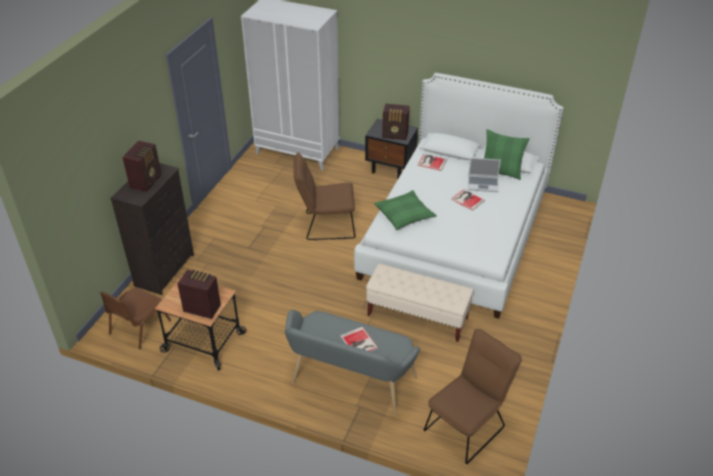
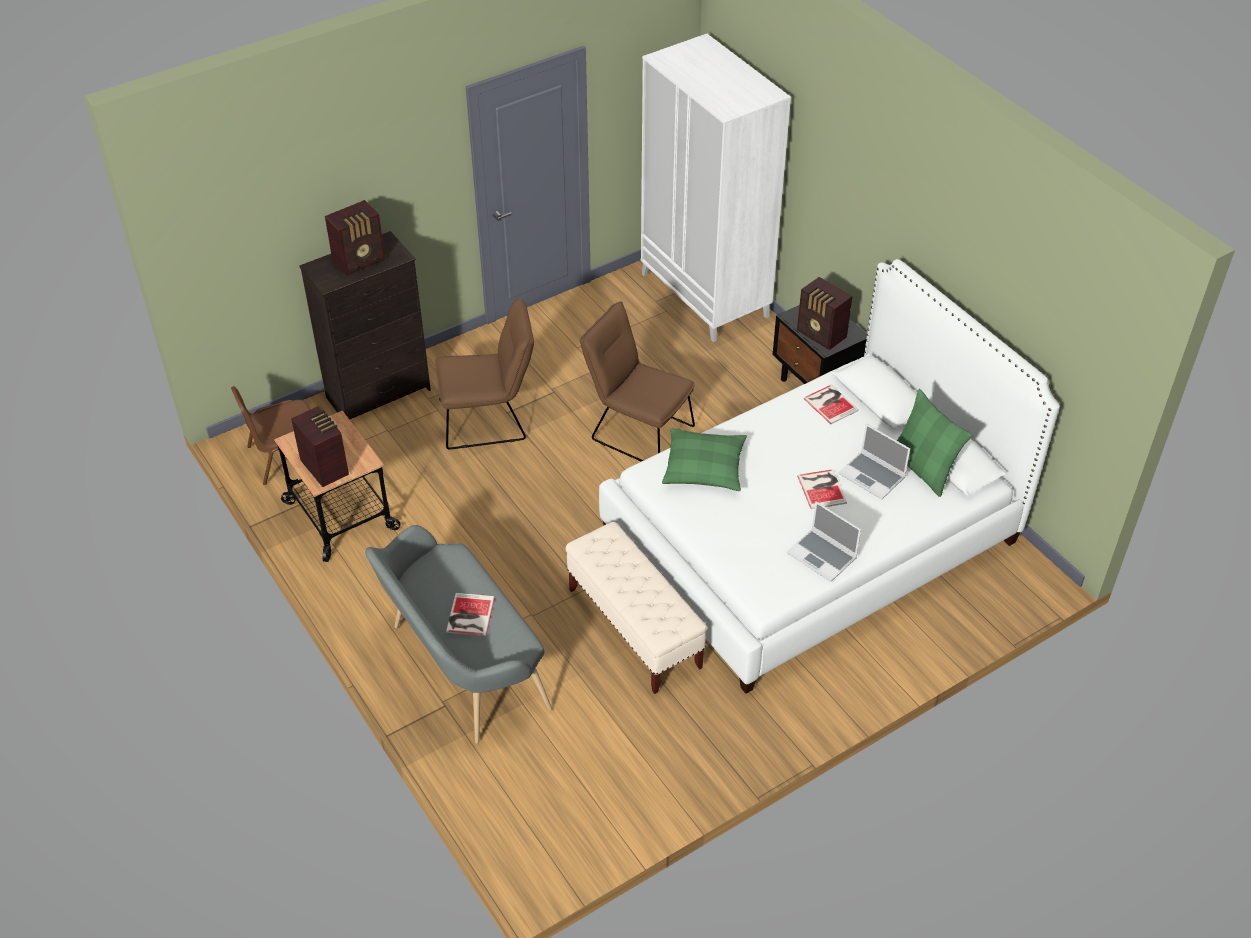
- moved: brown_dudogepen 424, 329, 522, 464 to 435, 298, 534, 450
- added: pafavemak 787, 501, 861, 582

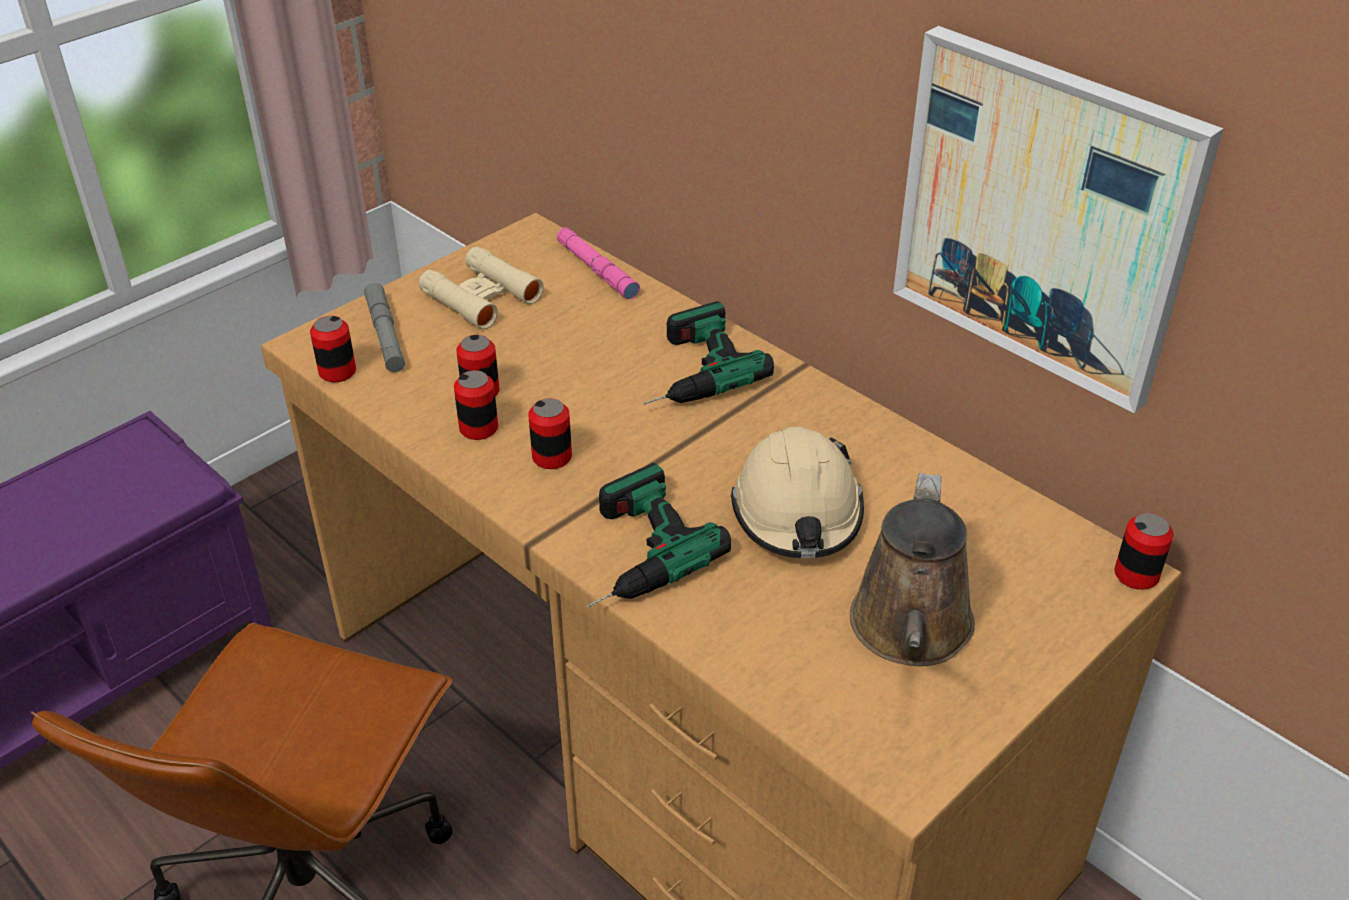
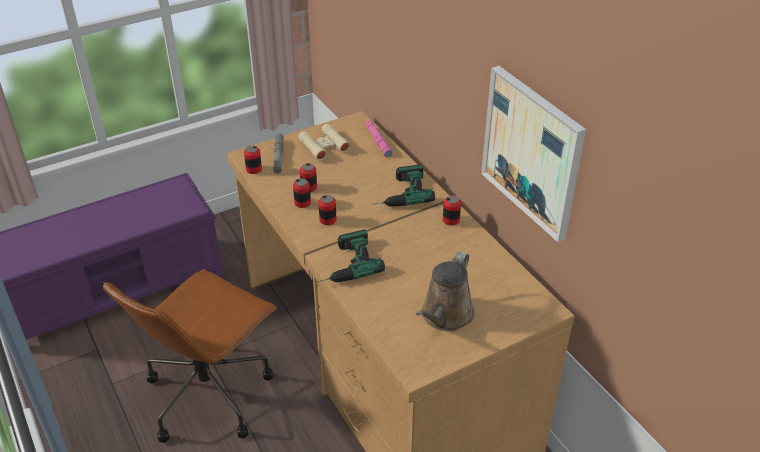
- removed: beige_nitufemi 731, 427, 864, 558
- moved: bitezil 1114, 513, 1173, 590 to 443, 195, 461, 226

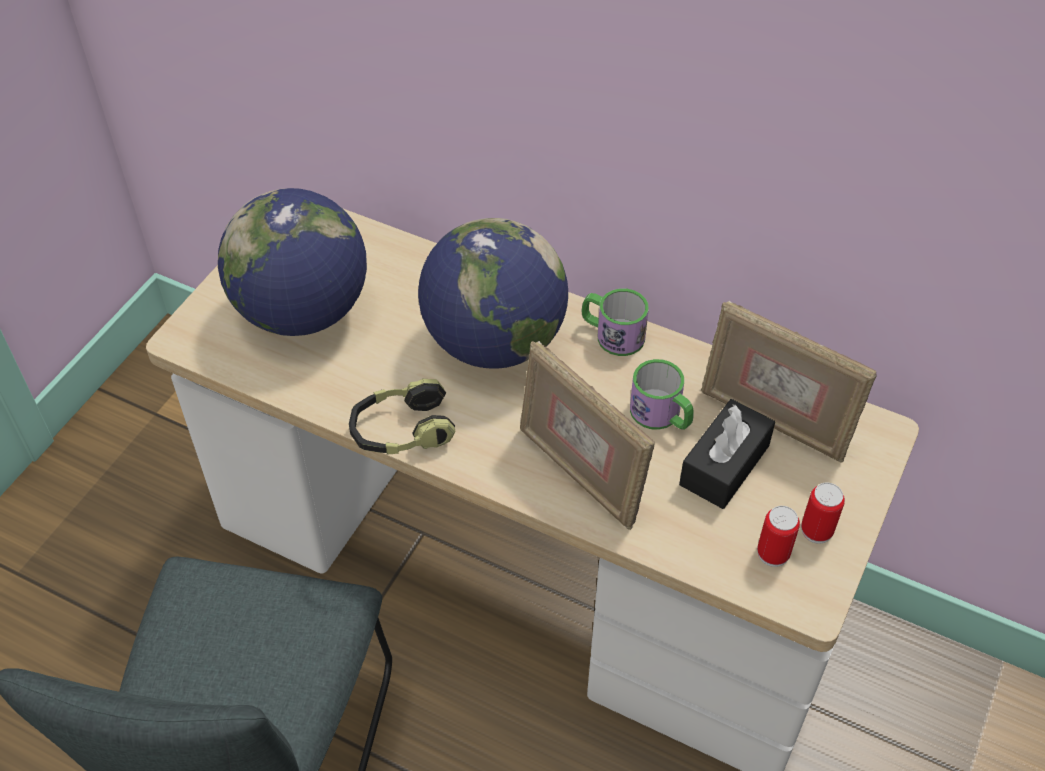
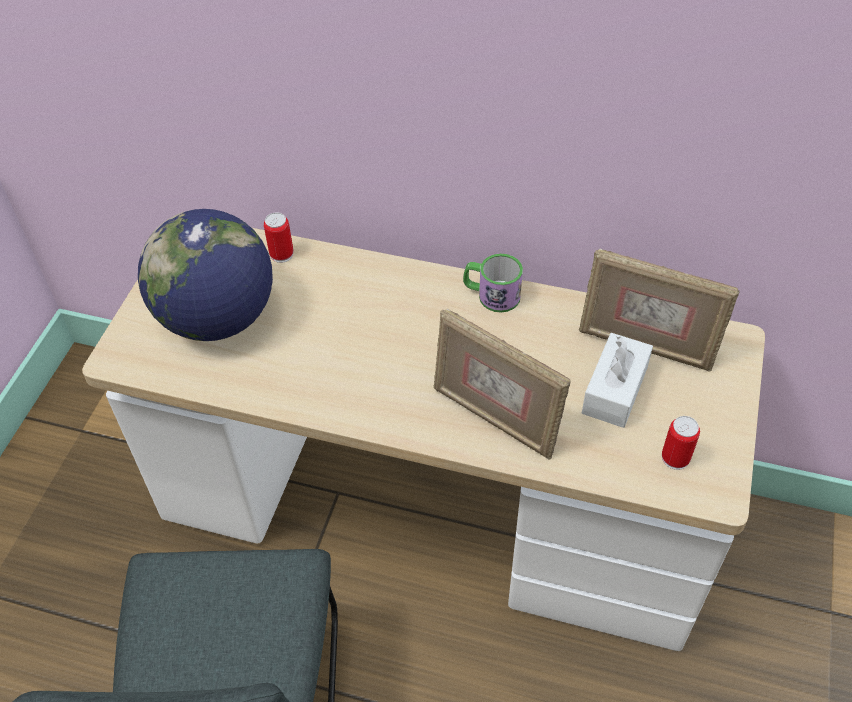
- removed: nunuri 418, 218, 568, 369
- removed: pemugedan 630, 359, 694, 430
- removed: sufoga 349, 379, 455, 455
- recoloured: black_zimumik 679, 399, 775, 509 to white_zimumik 582, 333, 653, 428
- moved: bitezil 801, 483, 845, 544 to 264, 212, 294, 263

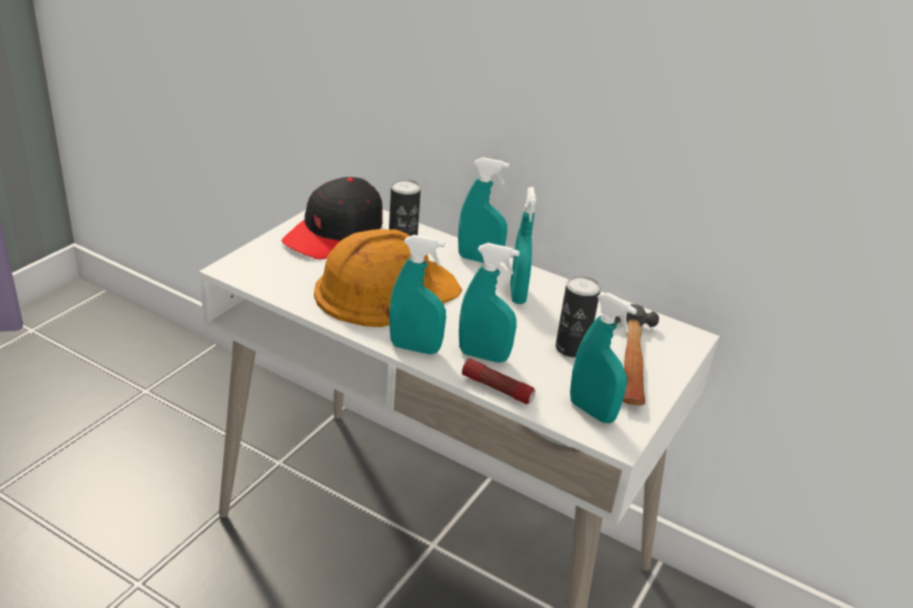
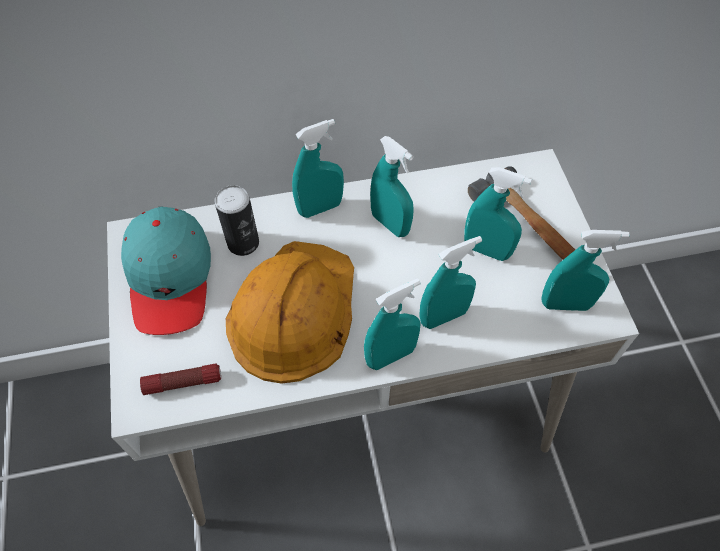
- recoloured: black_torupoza 282, 177, 383, 260 to turquoise_torupoza 121, 206, 211, 335
- replaced: bitezil 556, 276, 601, 357 to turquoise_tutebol 464, 167, 532, 261
- moved: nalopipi 462, 359, 535, 404 to 140, 364, 221, 395

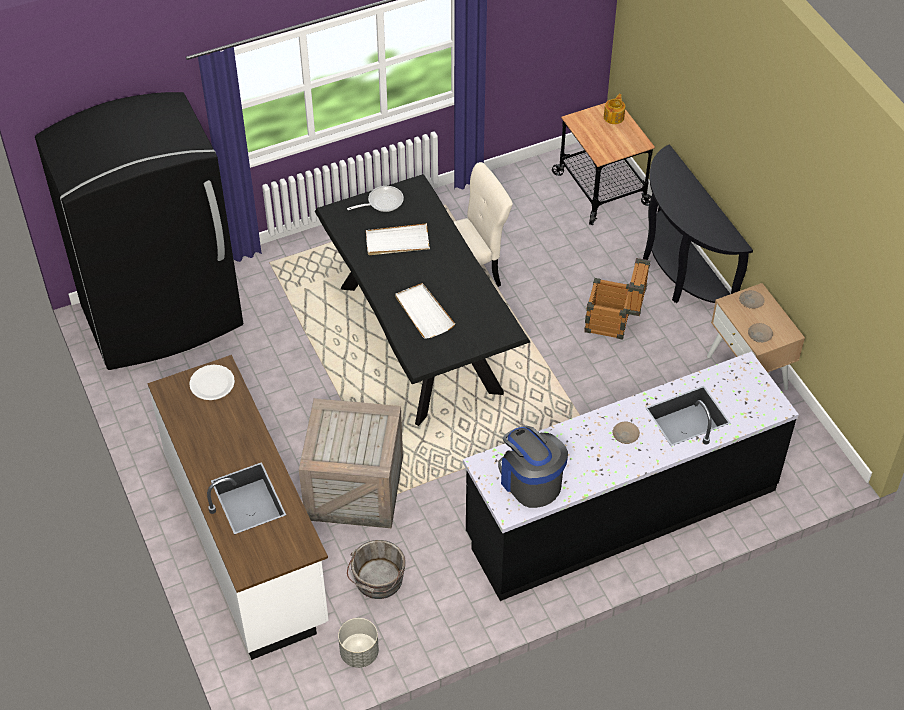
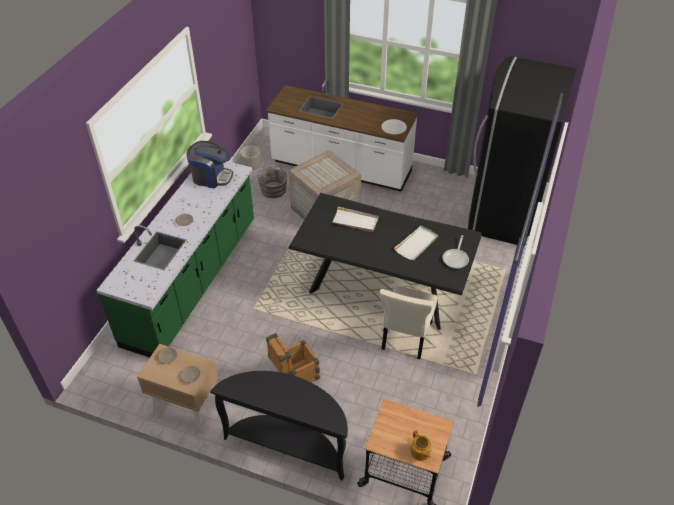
- recoloured: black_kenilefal 463, 351, 799, 601 to green_kenilefal 96, 161, 254, 357

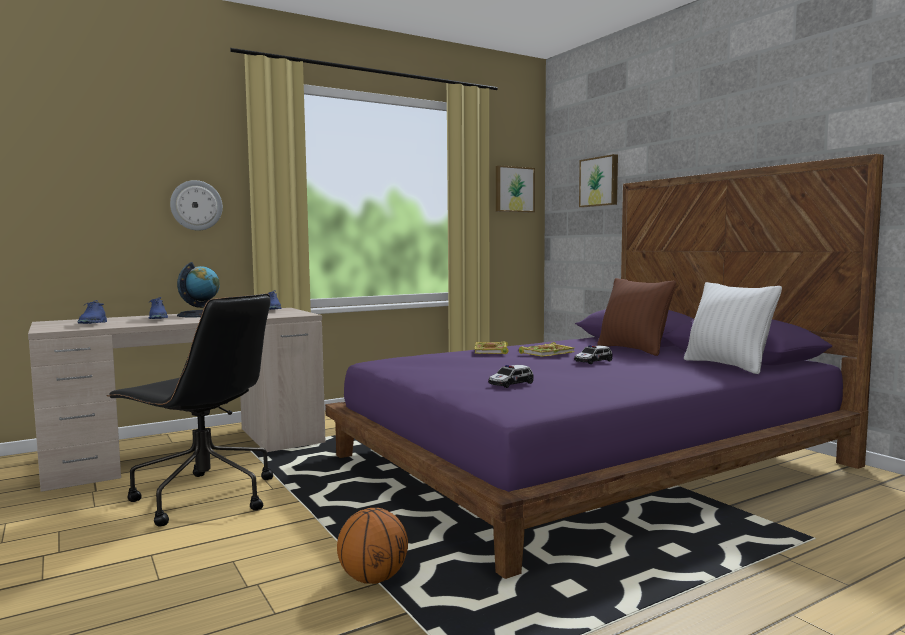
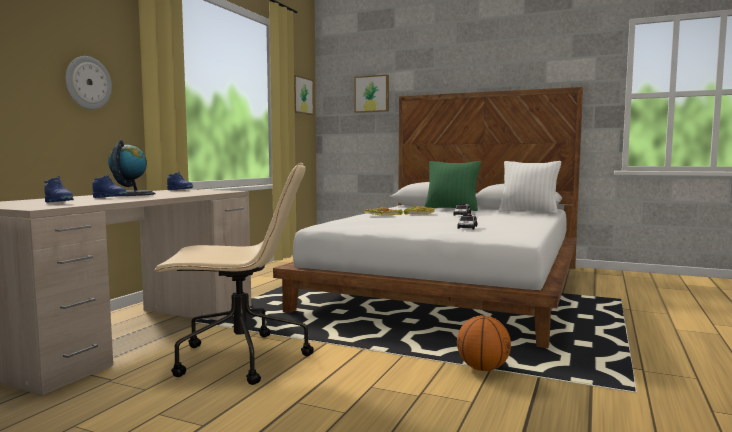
- recoloured: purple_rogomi 325, 154, 884, 579 to white_rogomi 273, 87, 583, 348
- recoloured: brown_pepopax 597, 278, 676, 356 to green_pepopax 425, 161, 481, 211
- recoloured: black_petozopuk 107, 294, 273, 526 to beige_petozopuk 153, 163, 314, 385

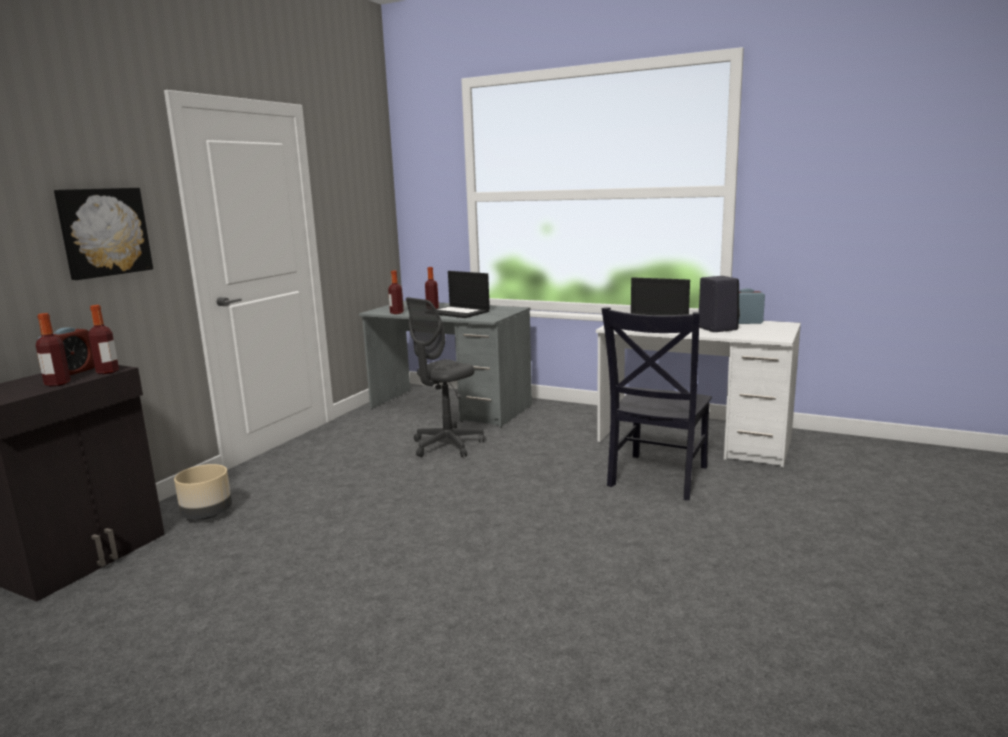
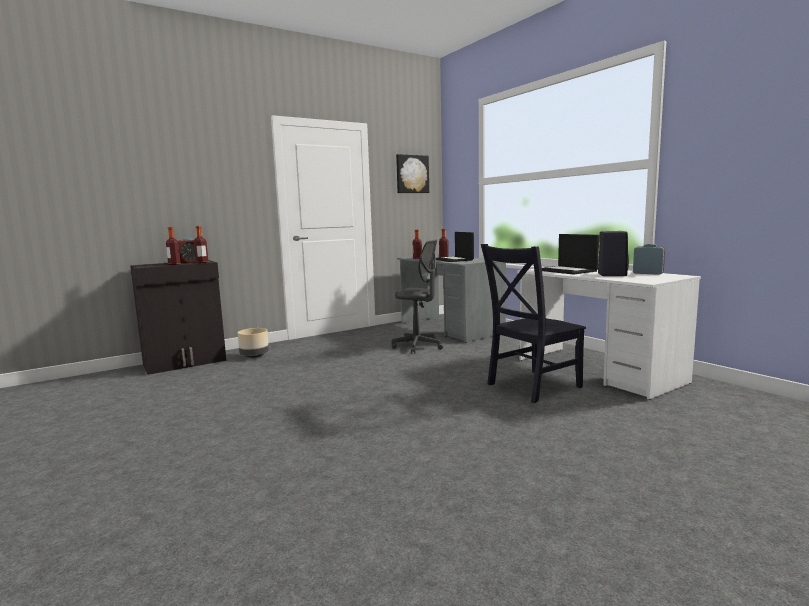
- moved: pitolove 54, 188, 153, 280 to 396, 154, 429, 193
- turned: grey_petozopuk 406, 297, 485, 457 = 392, 239, 443, 354 135 degrees counterclockwise

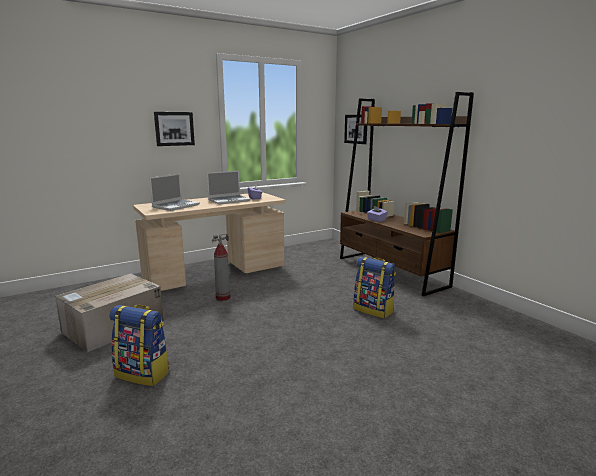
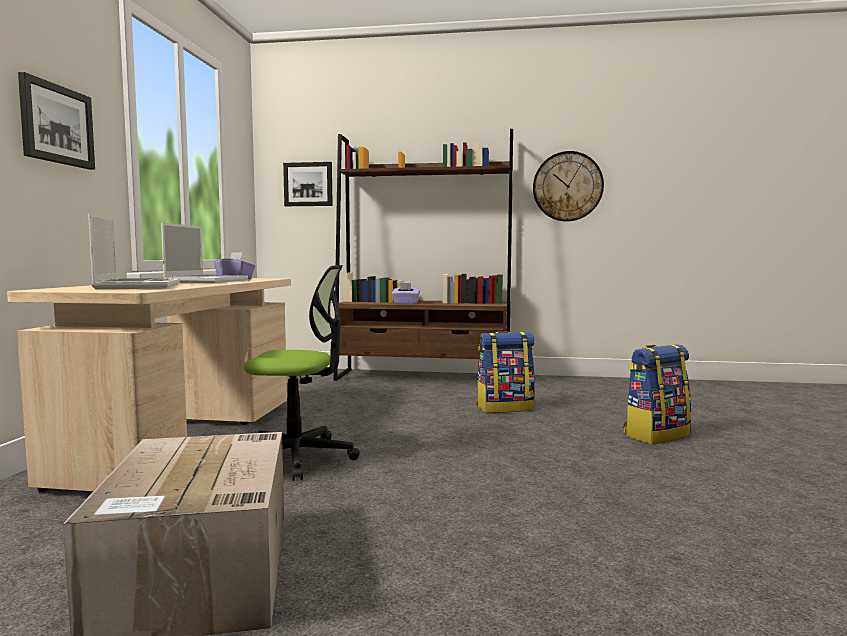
- replaced: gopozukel 212, 234, 231, 301 to petozopuk 244, 265, 360, 481
- moved: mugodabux 109, 305, 170, 386 to 624, 344, 692, 444
- added: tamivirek 533, 151, 604, 222

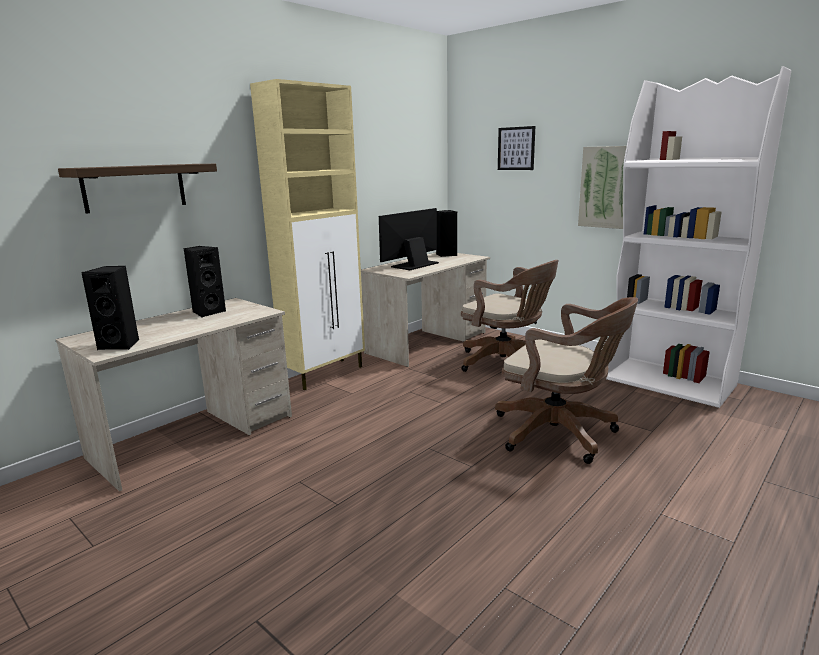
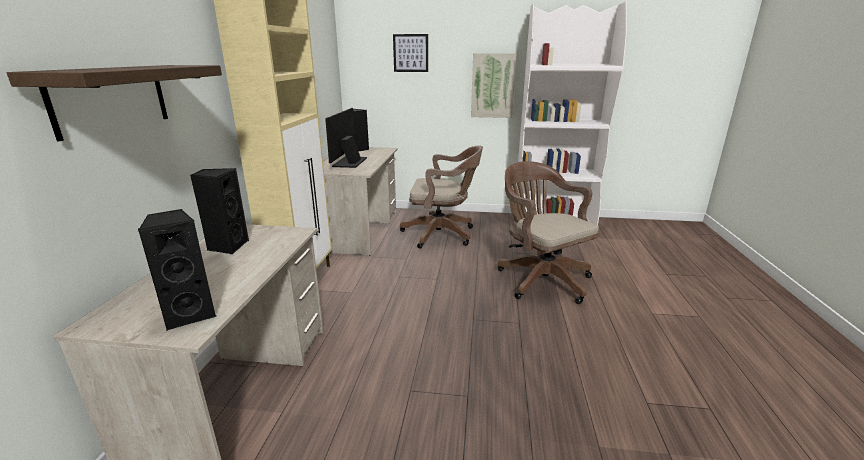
- turned: brown_petozopuk 495, 297, 638, 464 = 497, 161, 600, 304 120 degrees counterclockwise

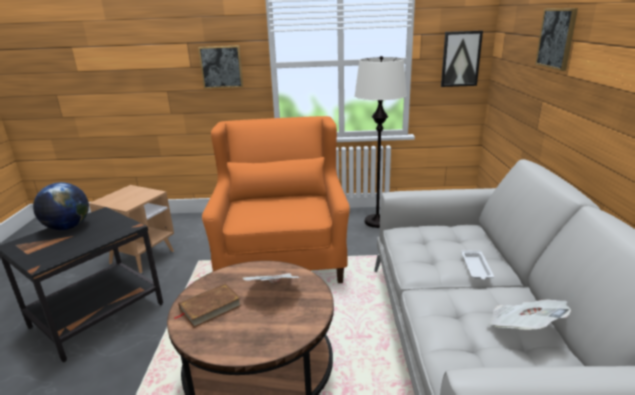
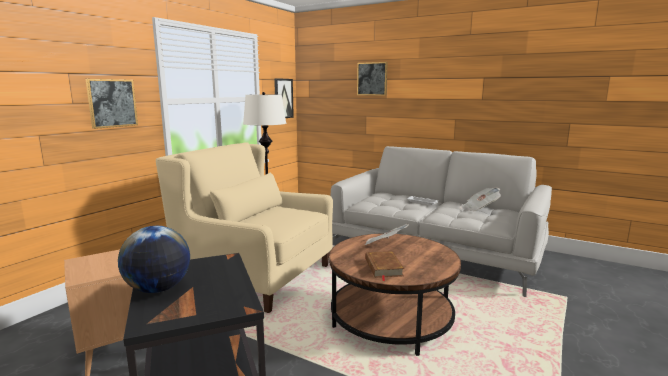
- recoloured: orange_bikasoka 202, 116, 350, 283 to beige_bikasoka 156, 142, 333, 313

